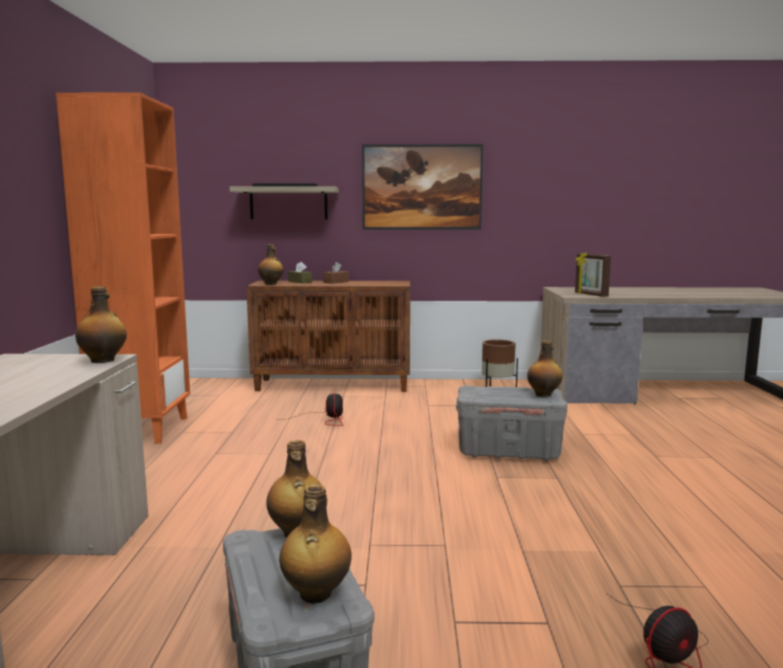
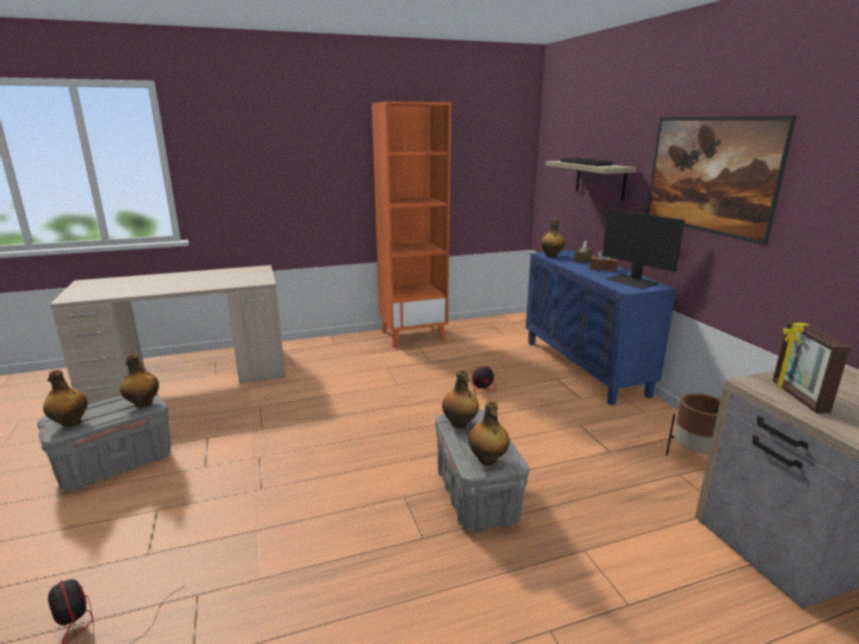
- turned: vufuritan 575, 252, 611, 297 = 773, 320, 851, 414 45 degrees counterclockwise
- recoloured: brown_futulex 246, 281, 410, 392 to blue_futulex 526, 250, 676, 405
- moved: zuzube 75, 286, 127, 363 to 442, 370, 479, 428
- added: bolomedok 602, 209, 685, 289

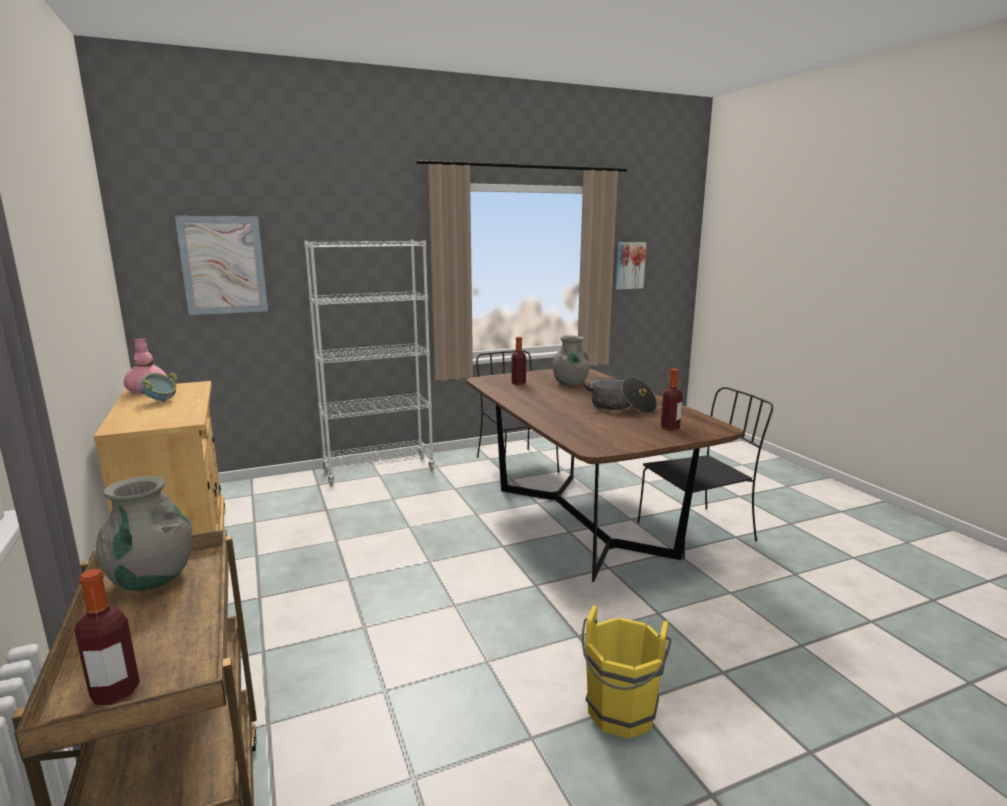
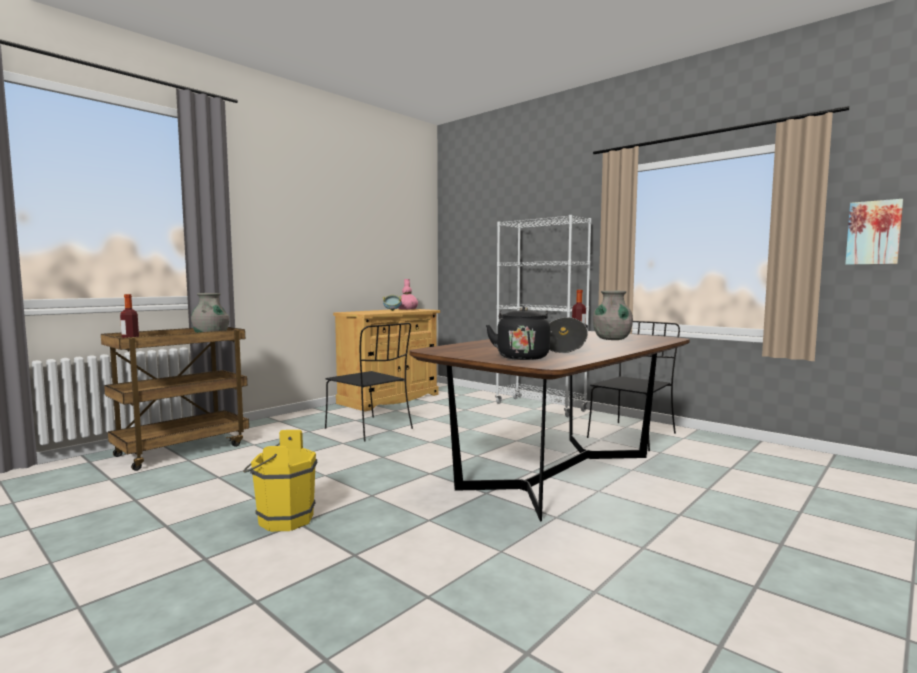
- removed: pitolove 175, 216, 268, 315
- replaced: zuzube 661, 369, 683, 430 to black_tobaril 486, 307, 550, 360
- moved: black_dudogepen 637, 387, 773, 559 to 325, 323, 413, 442

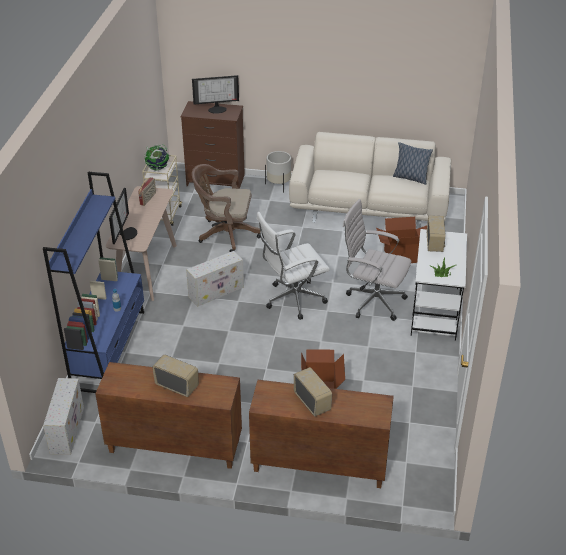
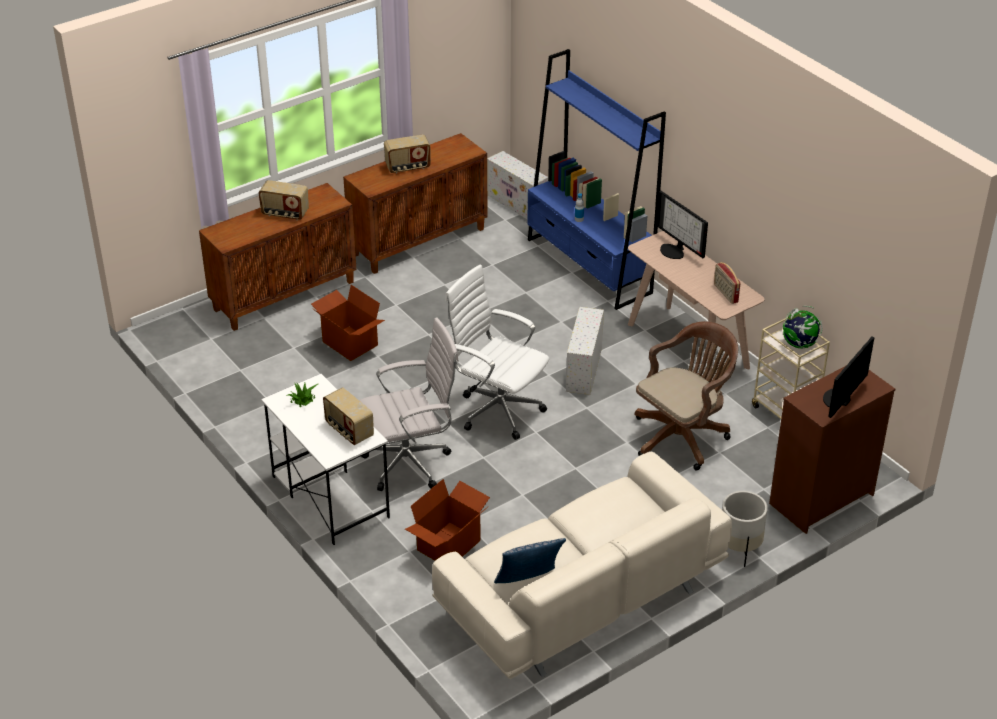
- turned: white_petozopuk 257, 212, 330, 320 = 445, 264, 549, 440 75 degrees counterclockwise

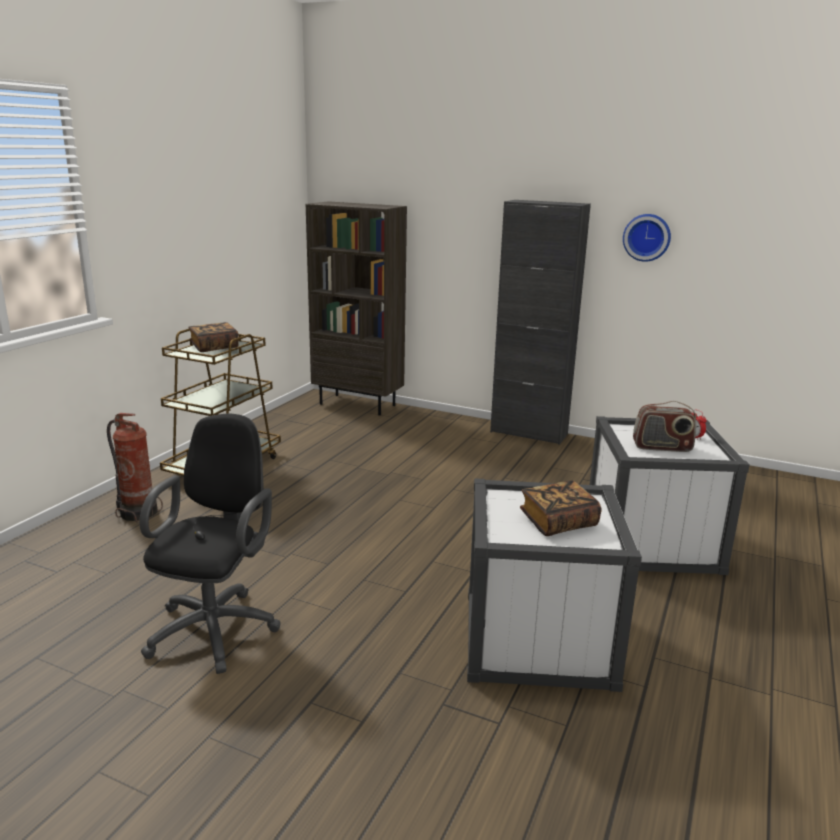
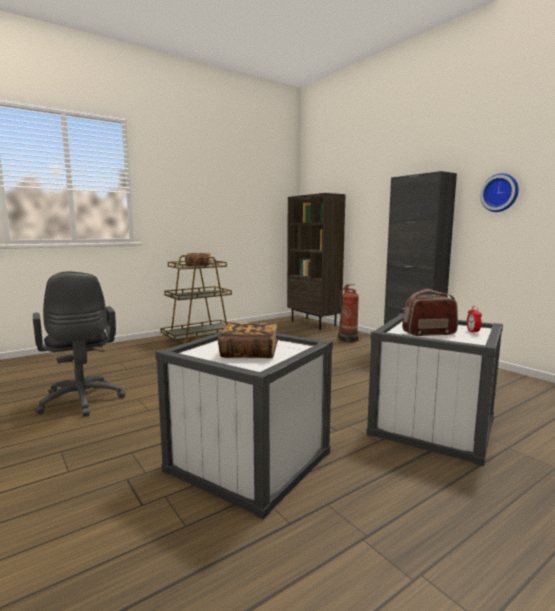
- turned: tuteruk 633, 401, 696, 452 = 402, 289, 458, 336 135 degrees clockwise
- moved: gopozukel 107, 413, 163, 523 to 338, 284, 361, 343
- turned: black_petozopuk 139, 414, 281, 674 = 33, 272, 126, 417 105 degrees clockwise

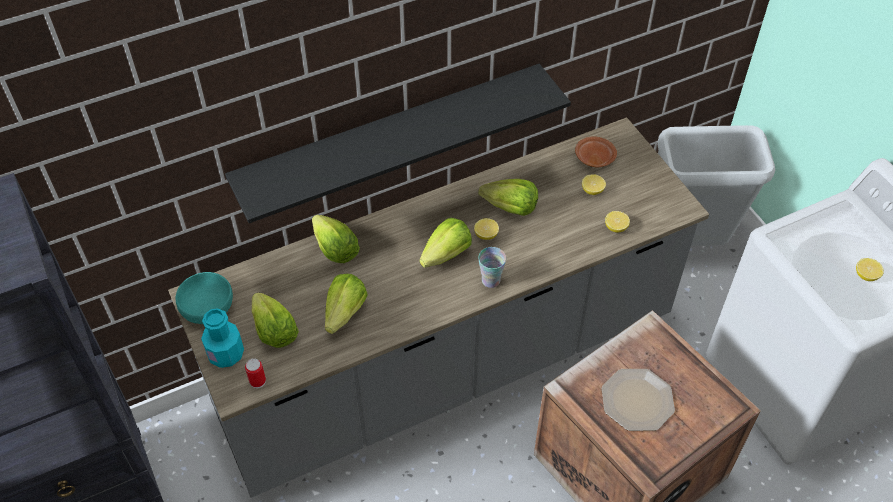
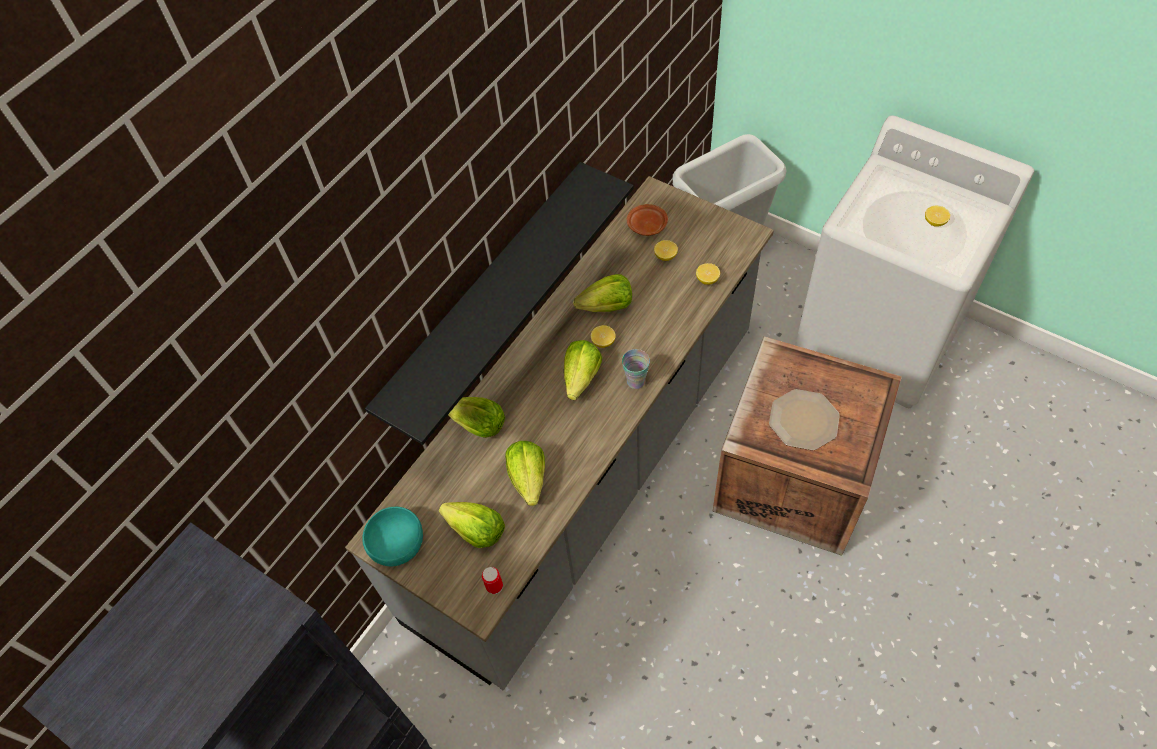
- removed: turquoise_zuzube 201, 309, 244, 368

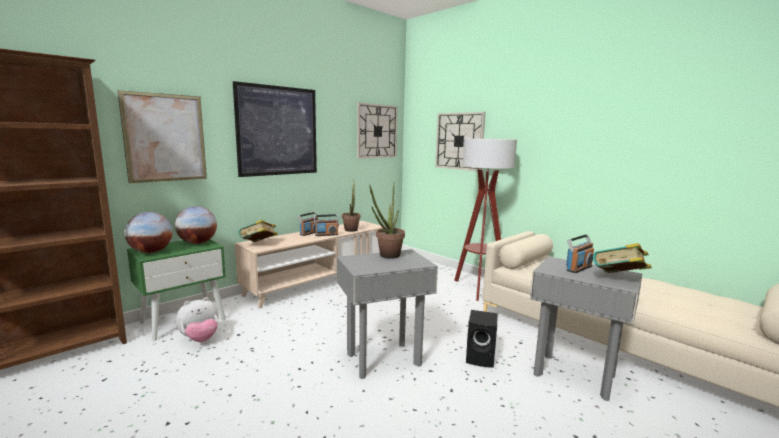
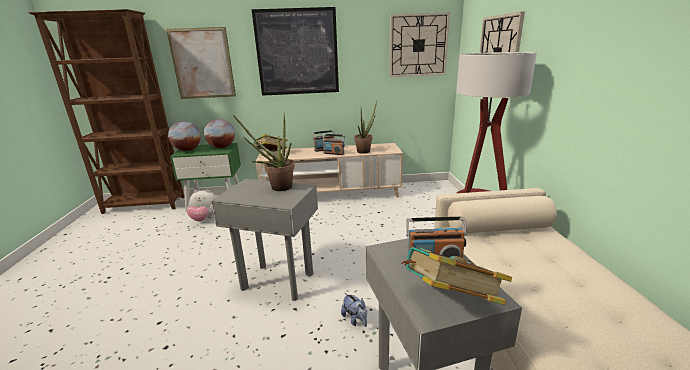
- replaced: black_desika 466, 310, 498, 368 to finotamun 341, 293, 367, 327

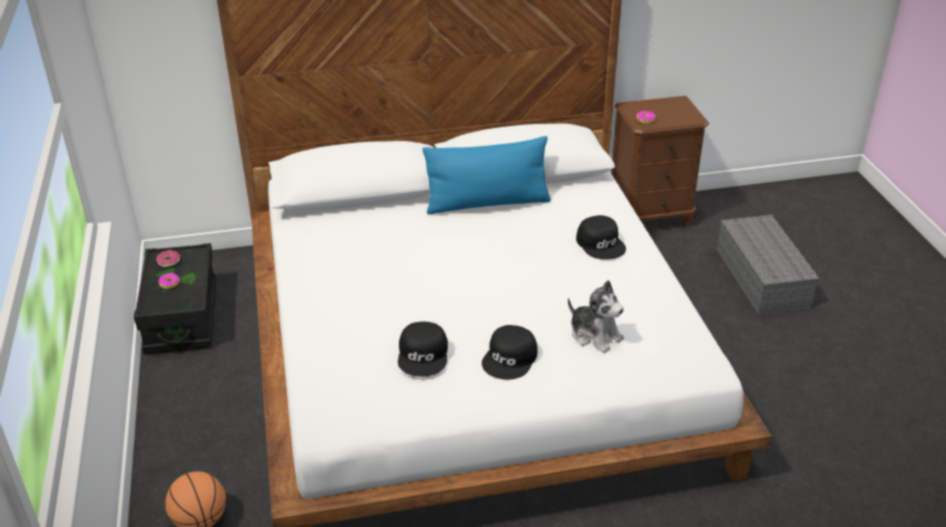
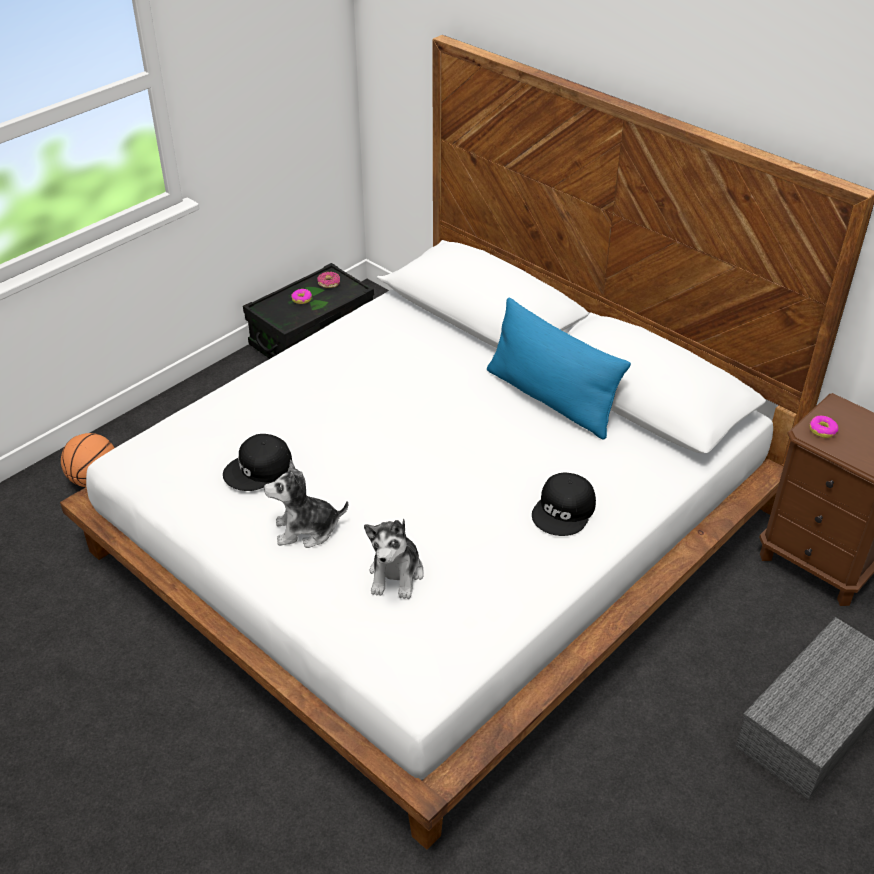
- replaced: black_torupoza 482, 325, 538, 380 to finotamun 264, 460, 348, 548

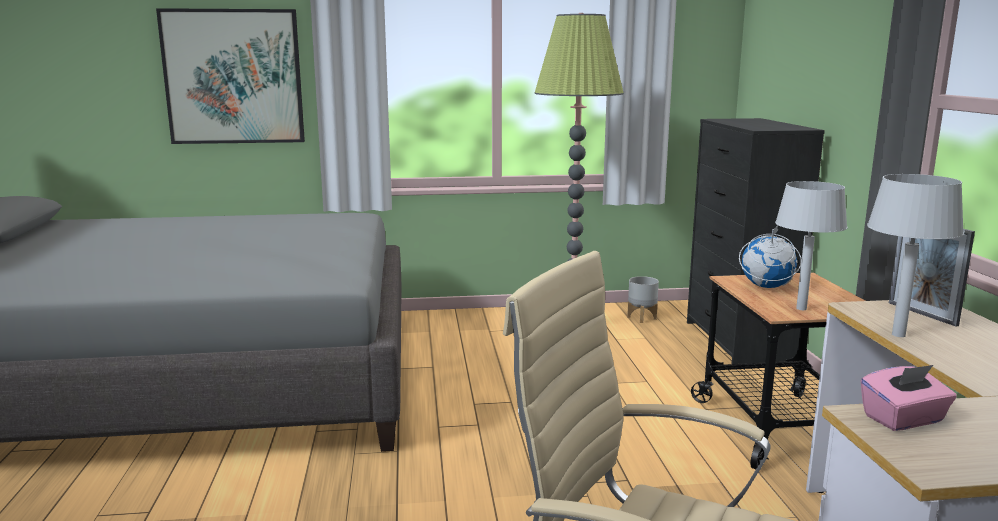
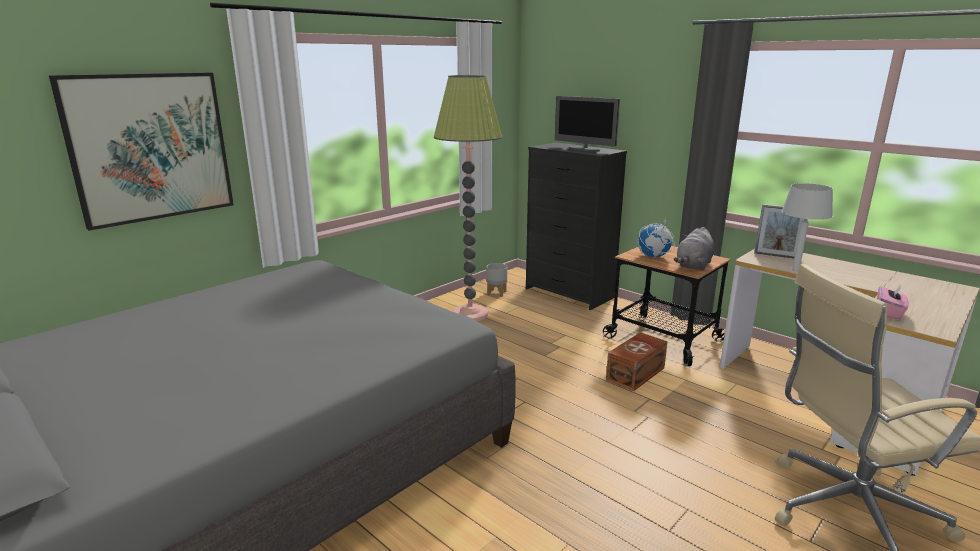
- replaced: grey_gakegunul 775, 181, 847, 310 to grey_finotamun 674, 227, 714, 271
- added: bolomedok 555, 96, 620, 152
- added: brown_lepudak 606, 332, 668, 391

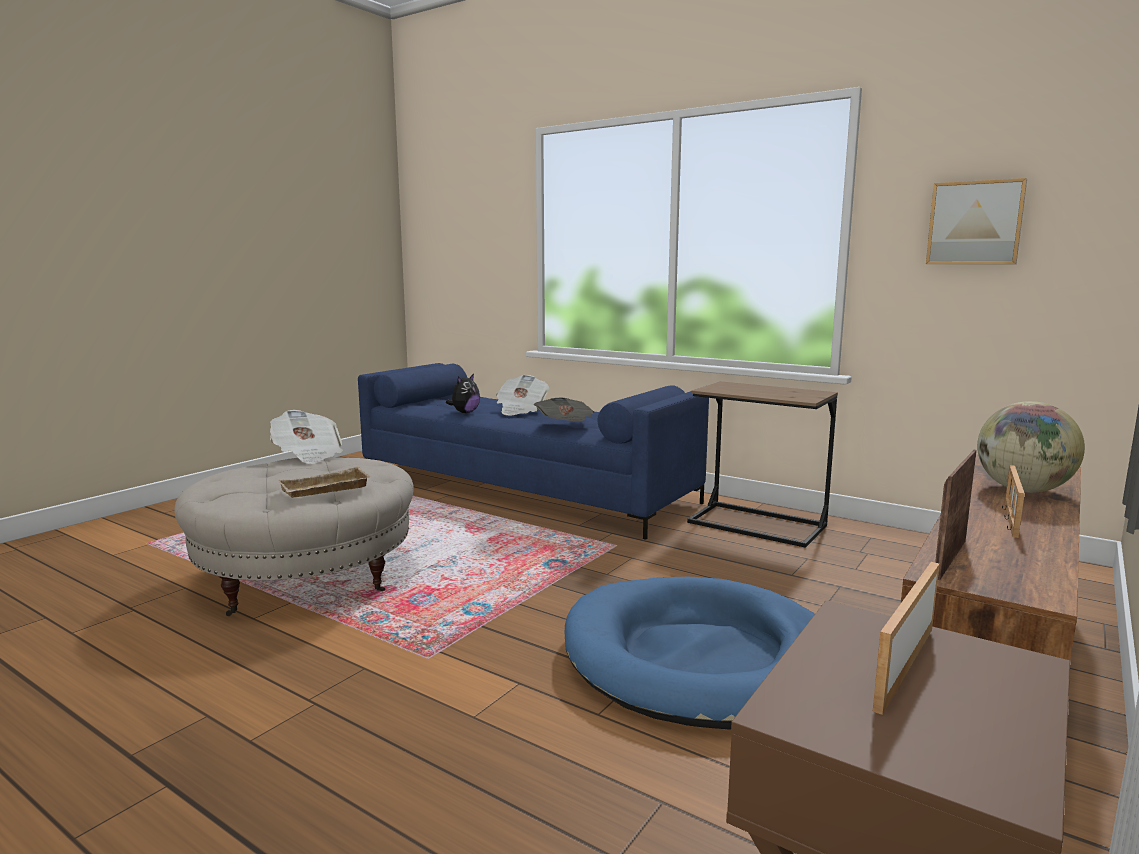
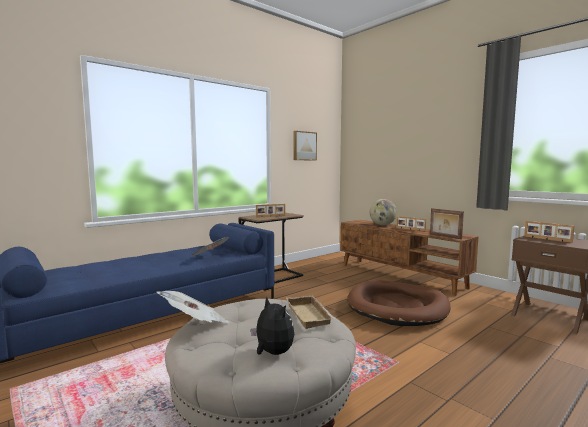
- moved: finotamun 446, 374, 480, 413 to 251, 297, 294, 355
- removed: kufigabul 496, 375, 550, 415
- recoloured: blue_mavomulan 565, 577, 815, 730 to brown_mavomulan 347, 280, 451, 326
- added: vufuritan 256, 204, 285, 218

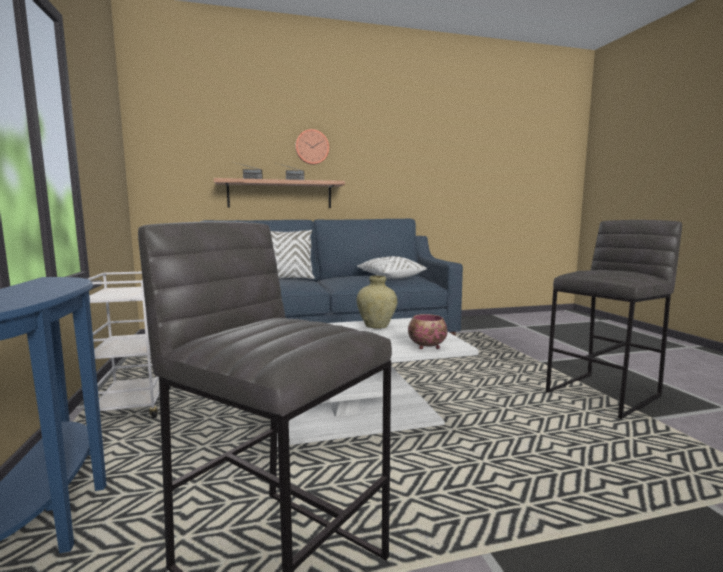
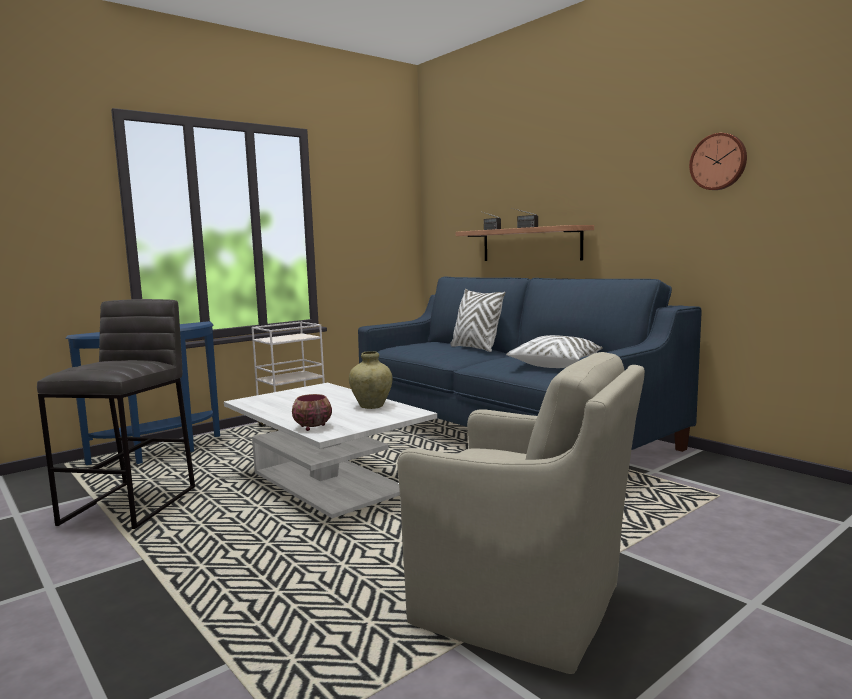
- moved: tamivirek 295, 129, 329, 165 to 689, 133, 747, 190
- replaced: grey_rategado 546, 220, 682, 419 to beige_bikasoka 397, 352, 645, 674

